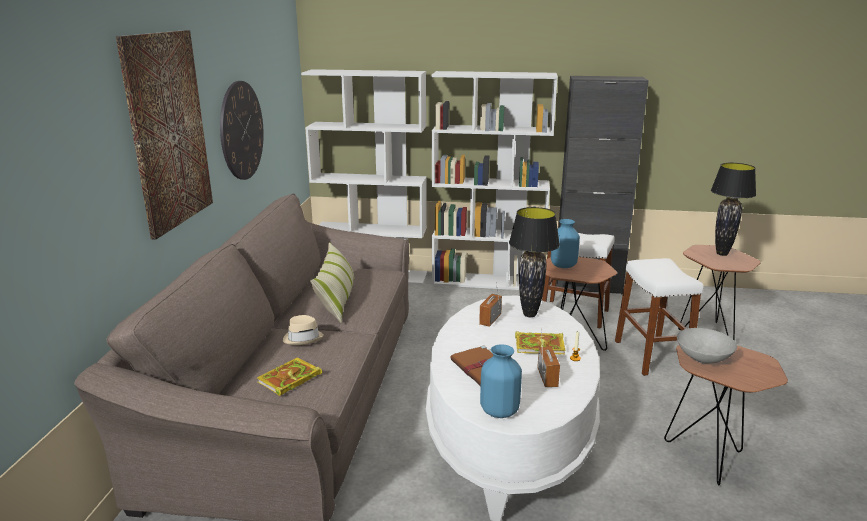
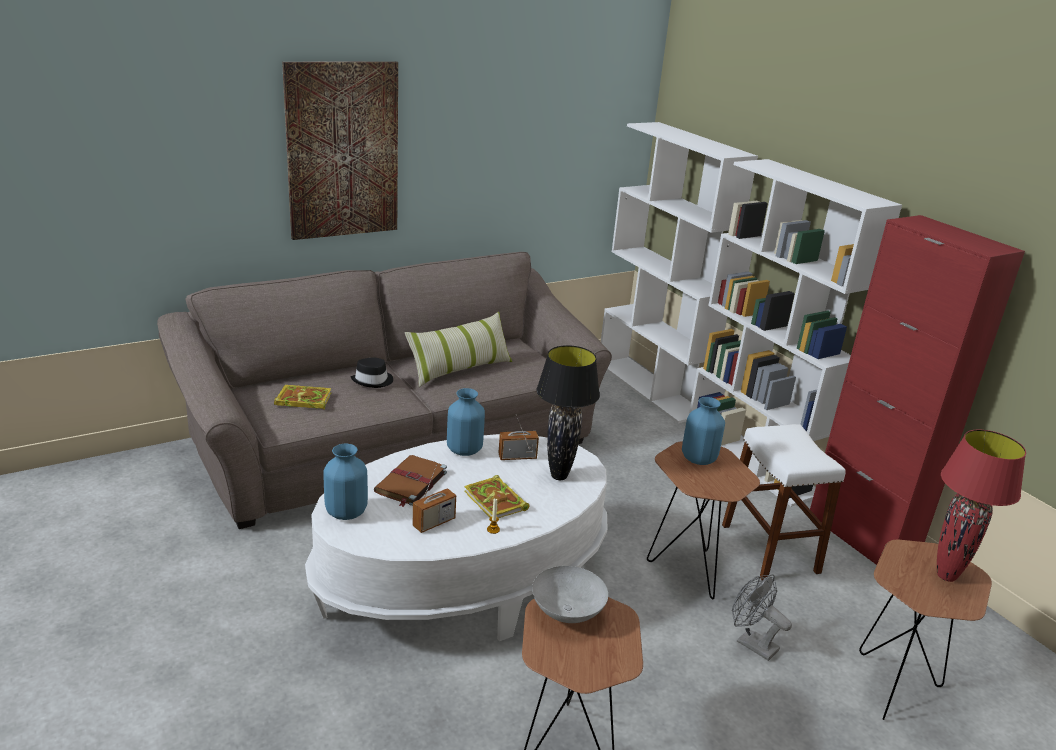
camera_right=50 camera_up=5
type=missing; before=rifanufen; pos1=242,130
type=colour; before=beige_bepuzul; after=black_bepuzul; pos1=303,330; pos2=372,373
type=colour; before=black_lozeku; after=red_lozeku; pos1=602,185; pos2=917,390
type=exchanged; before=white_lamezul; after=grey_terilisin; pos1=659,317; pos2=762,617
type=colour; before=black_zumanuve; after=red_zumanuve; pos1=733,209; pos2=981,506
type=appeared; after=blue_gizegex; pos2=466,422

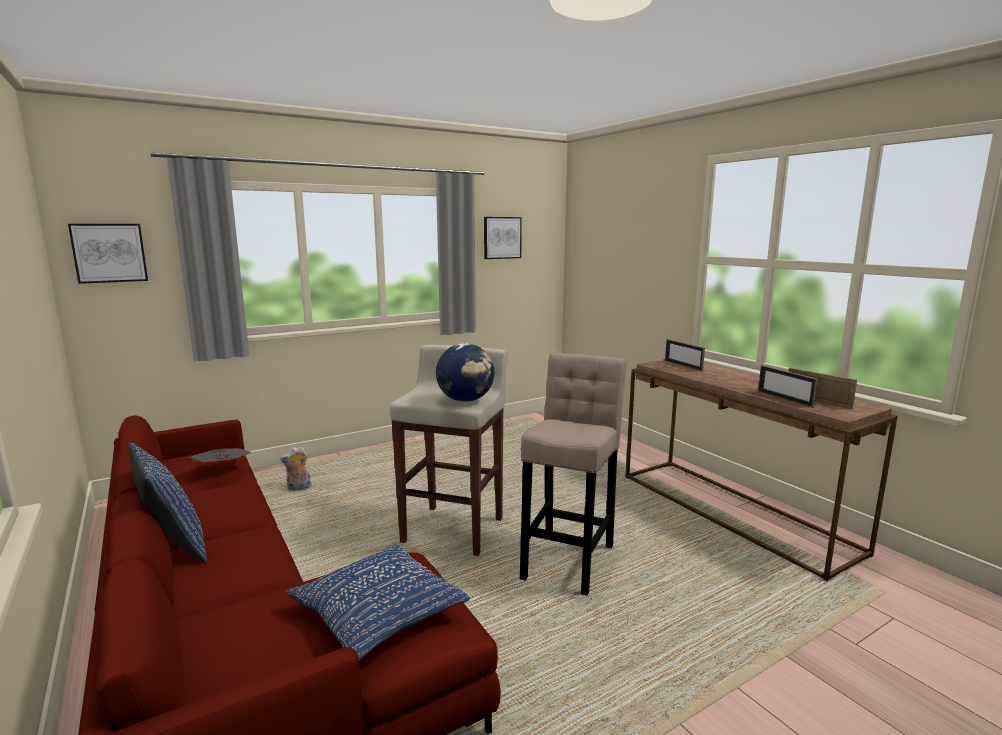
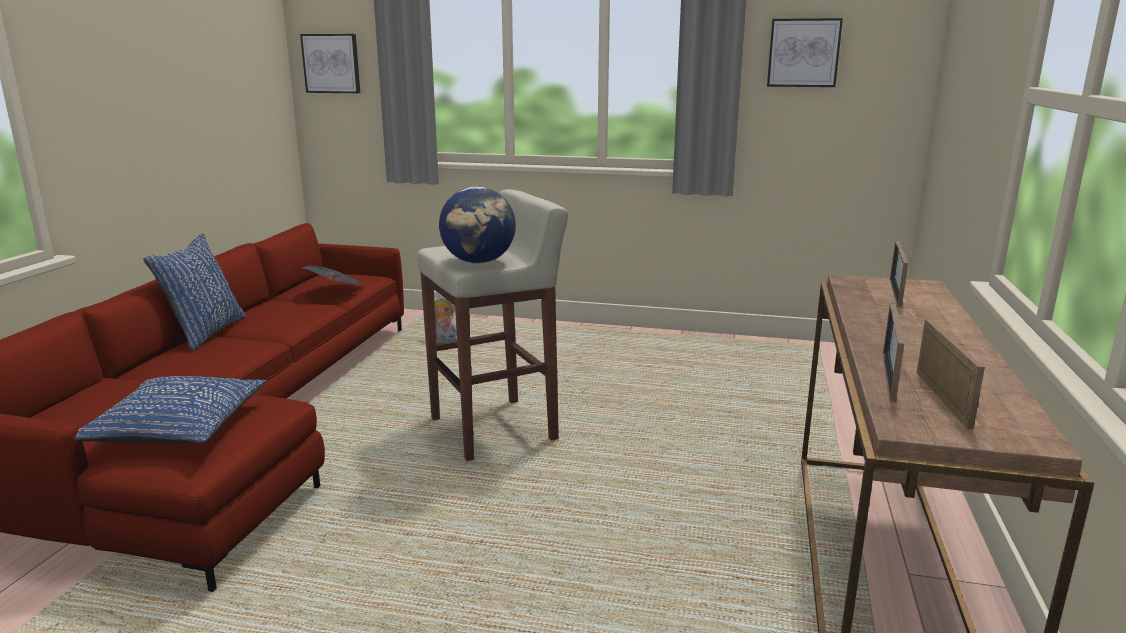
camera_right=45 camera_up=5
type=missing; before=beige_lamezul; pos1=573,474

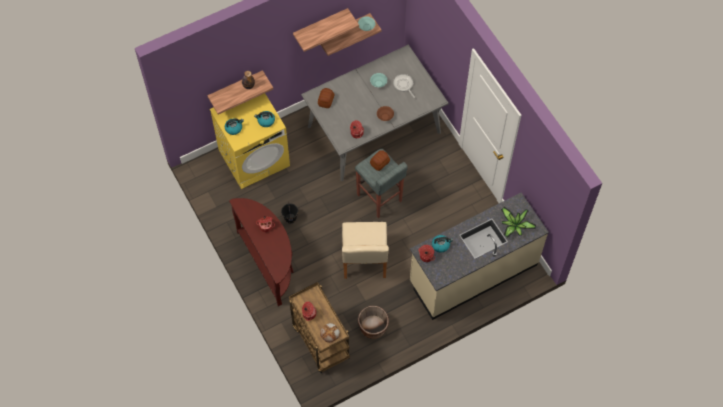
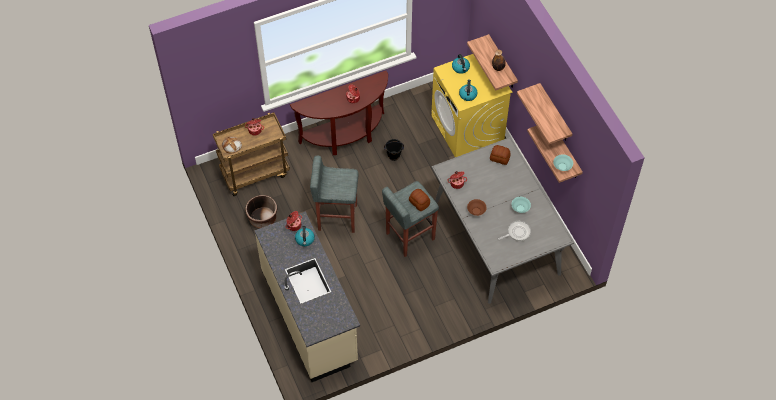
camera_right=95 camera_up=-5
type=exchanged; before=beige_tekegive; after=grey_lamezul; pos1=365,250; pos2=334,194
type=missing; before=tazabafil; pos1=518,222

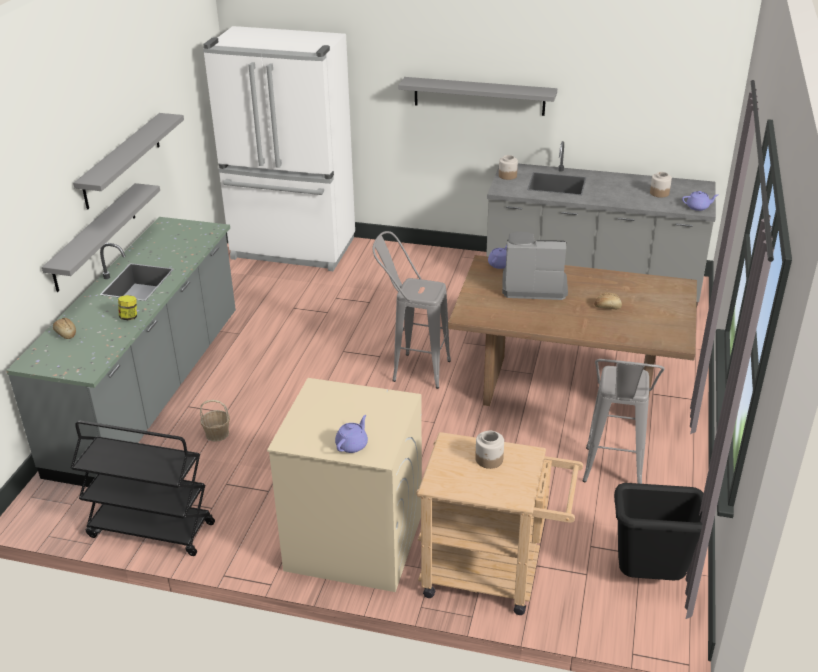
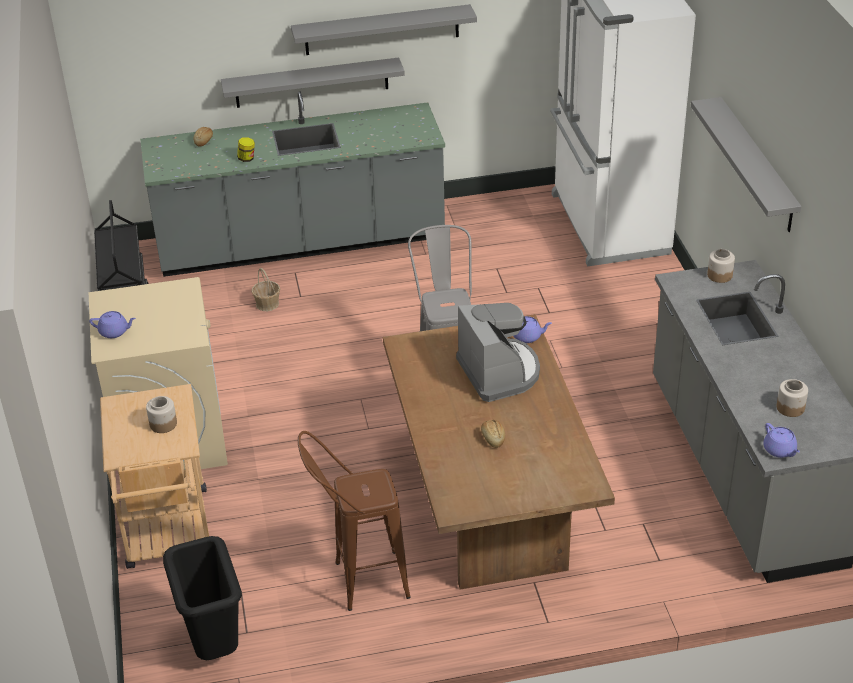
camera_right=65 camera_up=5
type=colour; before=grey_lamezul; after=brown_lamezul; pos1=623,421; pos2=354,521

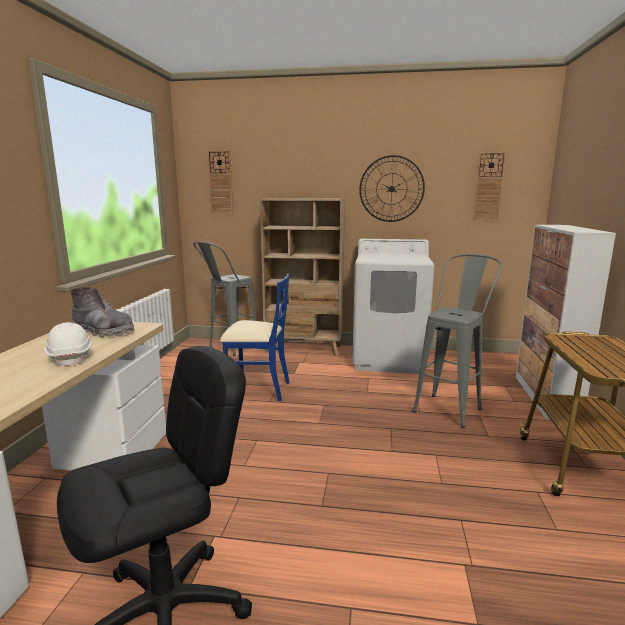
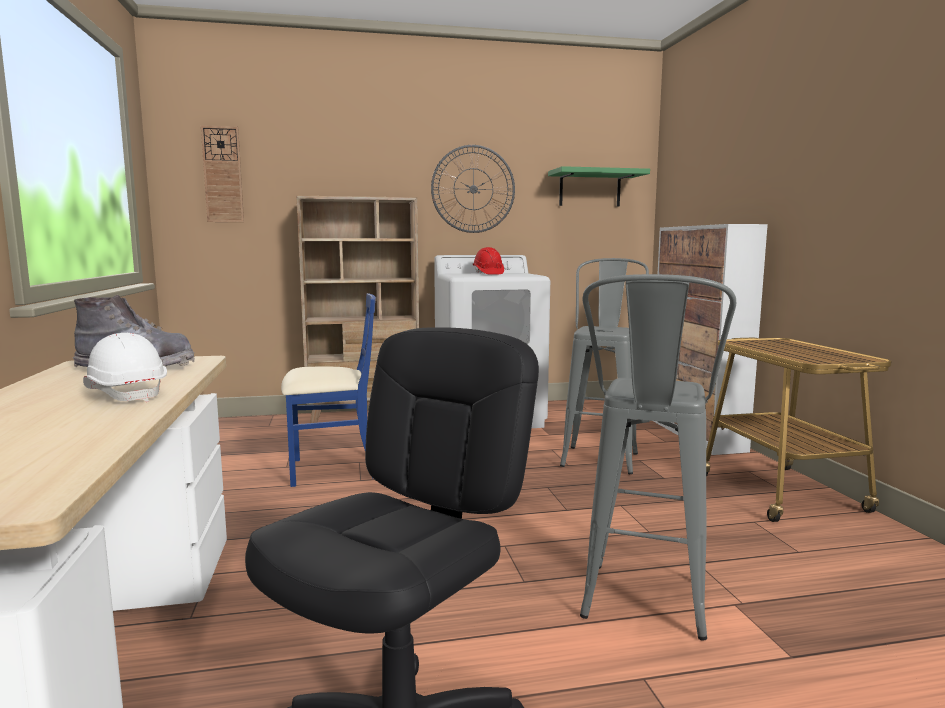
camera_right=-20 camera_up=-5
type=relocated; before=grey_lamezul; pos1=224,298; pos2=658,457
type=exchanged; before=rifanufen; after=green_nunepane; pos1=489,186; pos2=599,186
type=appeared; after=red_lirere; pos2=488,261

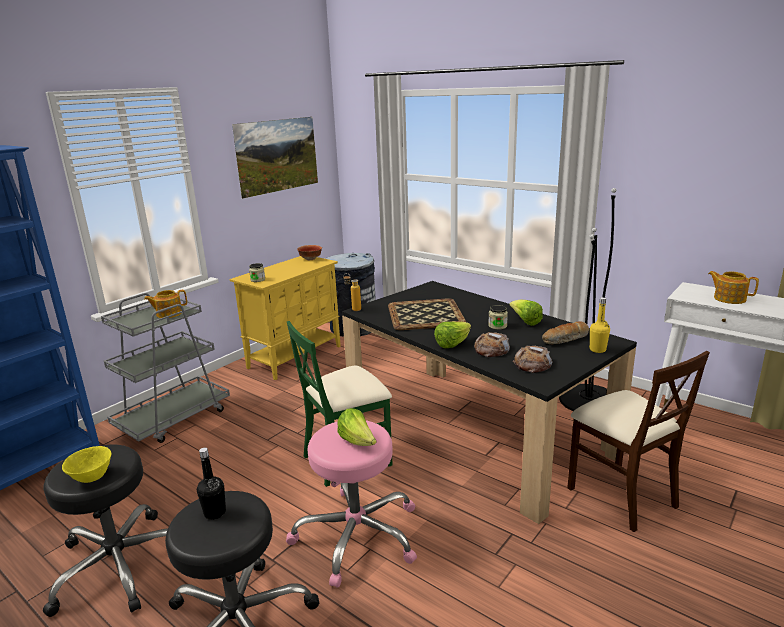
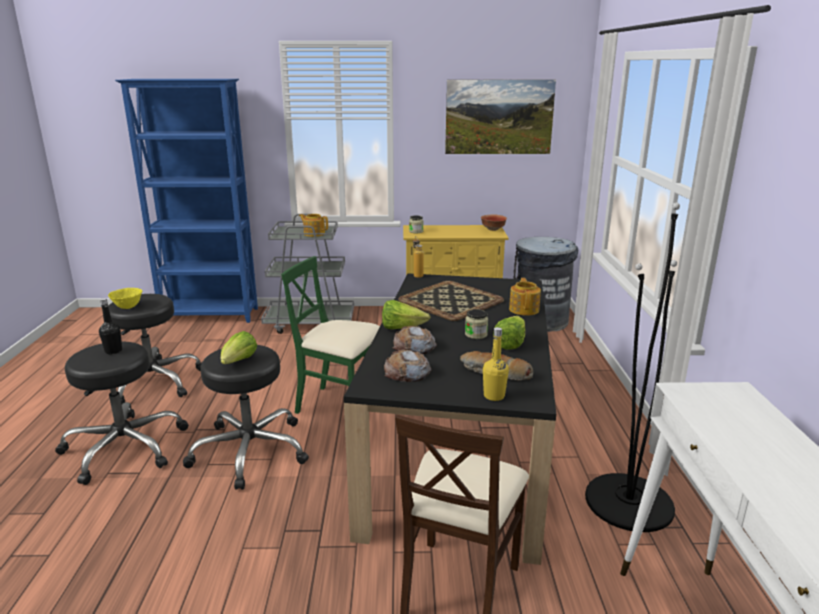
camera_right=50 camera_up=0
type=colour; before=pink_lamezul; after=black_lamezul; pos1=351,504; pos2=246,417
type=relocated; before=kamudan; pos1=733,287; pos2=525,296

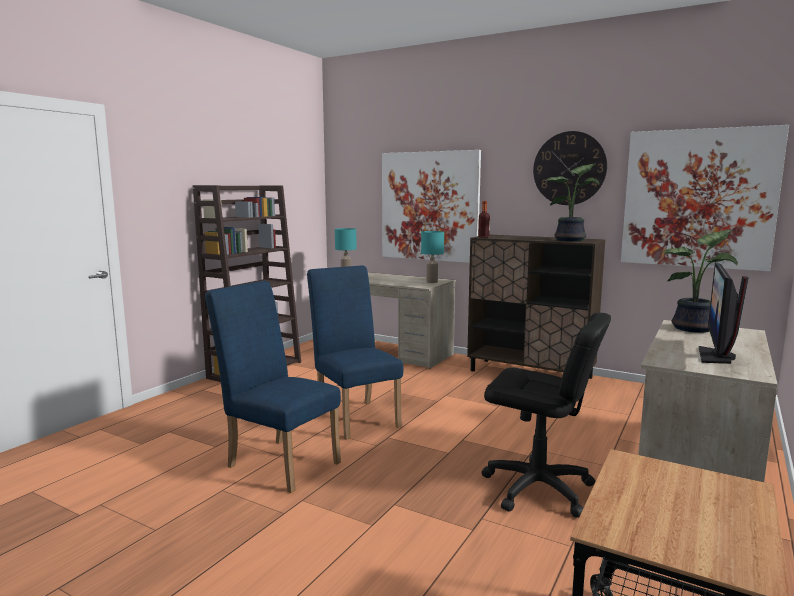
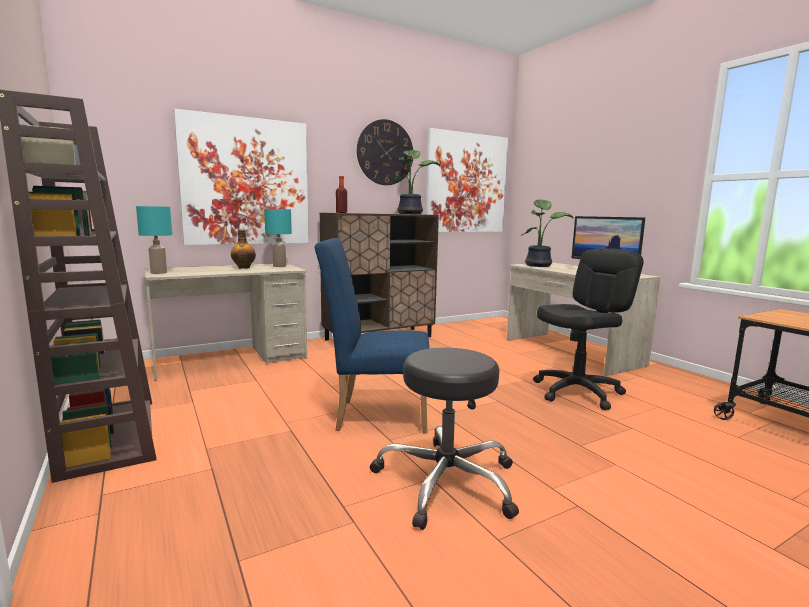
camera_right=-60 camera_up=0
type=exchanged; before=blue_tekegive; after=black_lamezul; pos1=273,387; pos2=444,439
type=appeared; after=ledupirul; pos2=243,249

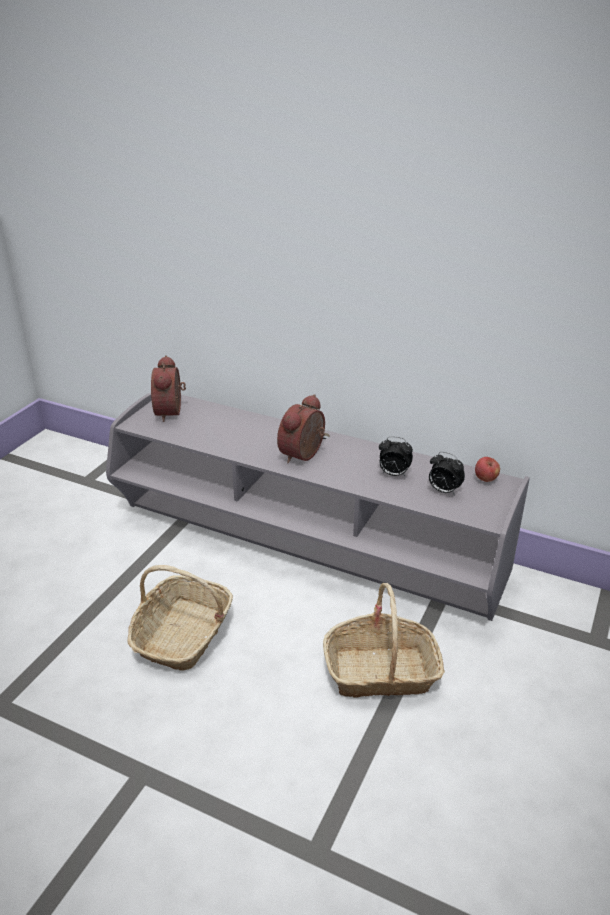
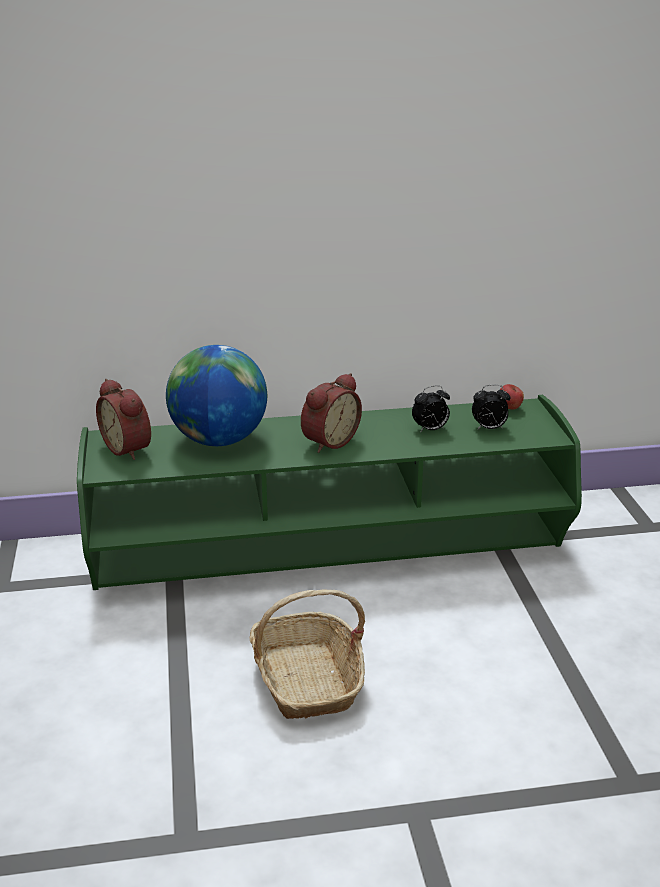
camera_right=-35 camera_up=-5
type=colour; before=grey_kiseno; after=green_kiseno; pos1=318,506; pos2=329,492
type=spun; before=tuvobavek; pos1=301,428; pos2=331,413; turn=-135
type=missing; before=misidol; pos1=384,640
type=appeared; after=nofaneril; pos2=216,395

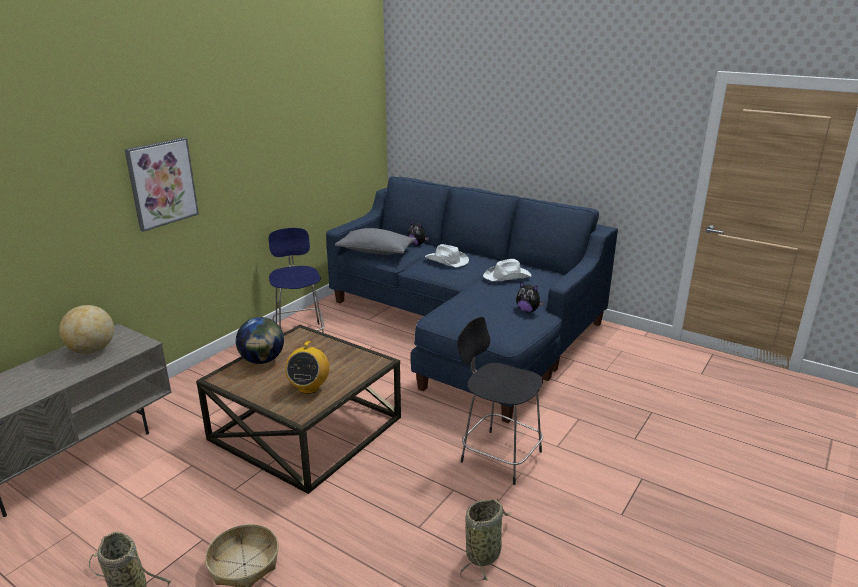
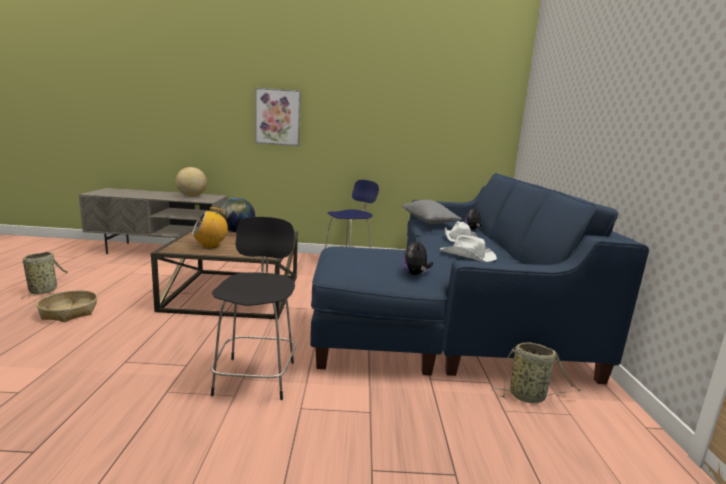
camera_right=55 camera_up=-10
type=relocated; before=misidol; pos1=485,540; pos2=536,372

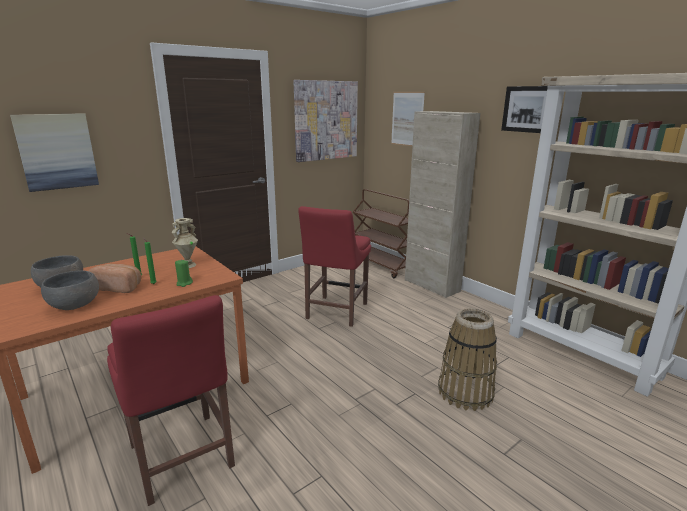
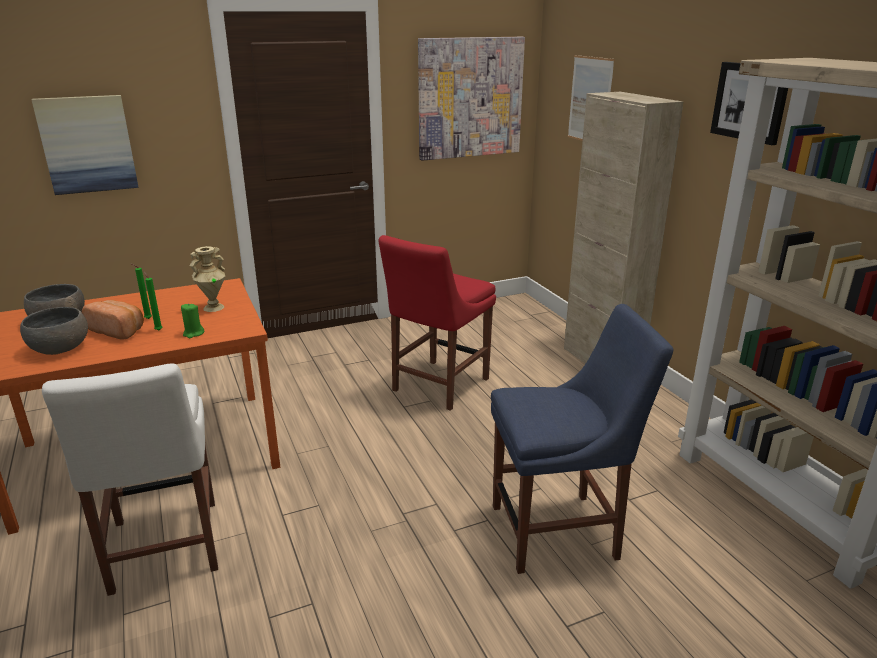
camera_right=15 camera_up=5
type=colour; before=red_tekegive; after=white_tekegive; pos1=171,400; pos2=130,479
type=missing; before=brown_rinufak; pos1=381,233
type=exchanged; before=misidol; after=blue_tekegive; pos1=467,359; pos2=582,439

